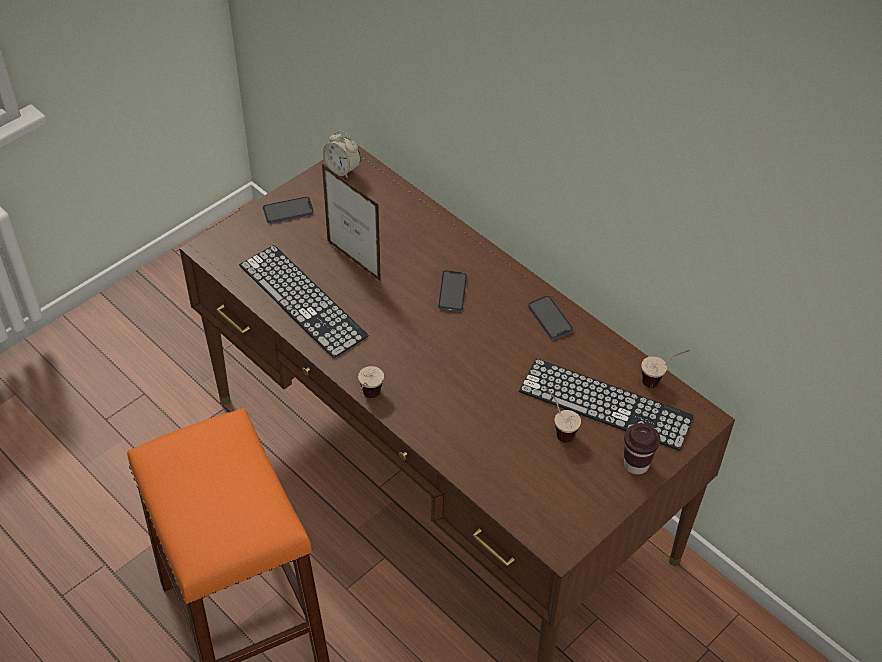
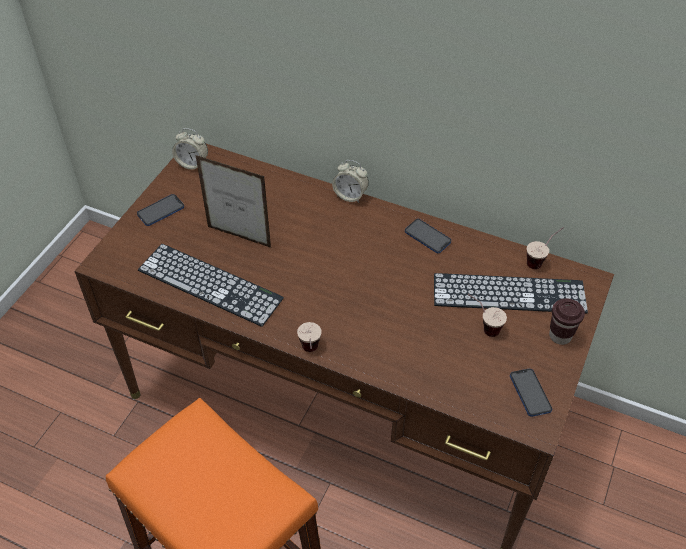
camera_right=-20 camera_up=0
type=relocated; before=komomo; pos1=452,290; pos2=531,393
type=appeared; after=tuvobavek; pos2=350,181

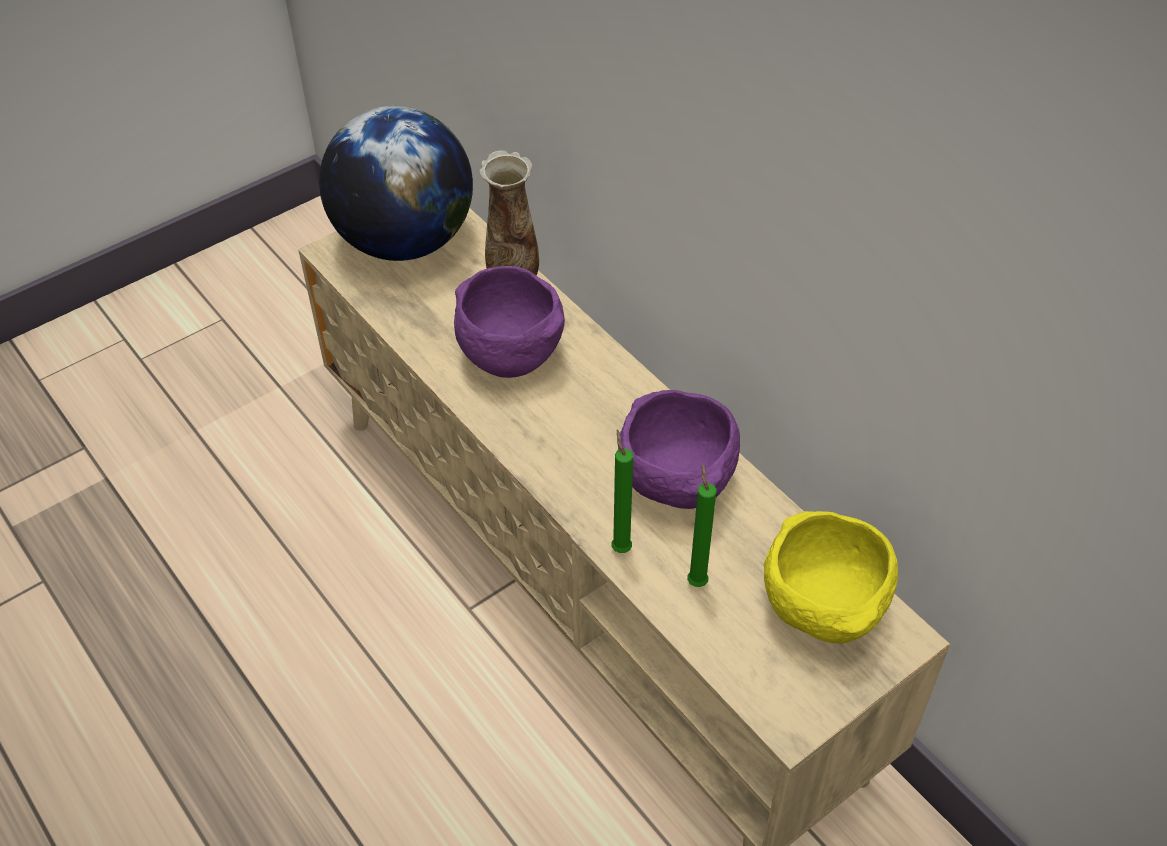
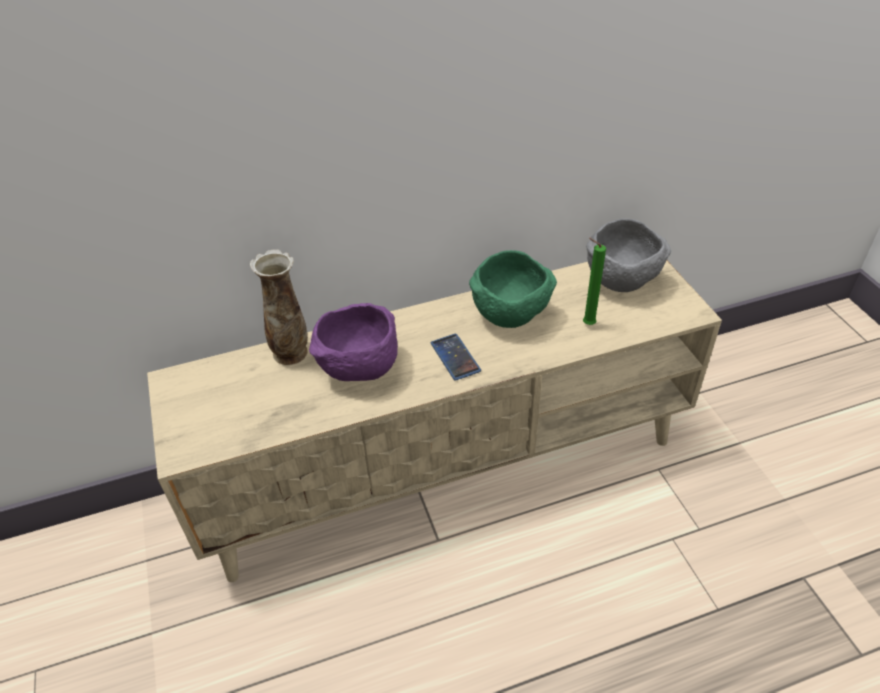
camera_right=-70 camera_up=-5
type=missing; before=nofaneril; pos1=396,183
type=missing; before=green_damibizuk; pos1=622,491
type=colour; before=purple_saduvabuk; after=green_saduvabuk; pos1=679,449; pos2=513,289
type=colour; before=yellow_saduvabuk; after=grey_saduvabuk; pos1=831,577; pos2=628,255
type=appeared; after=komomo; pos2=456,357

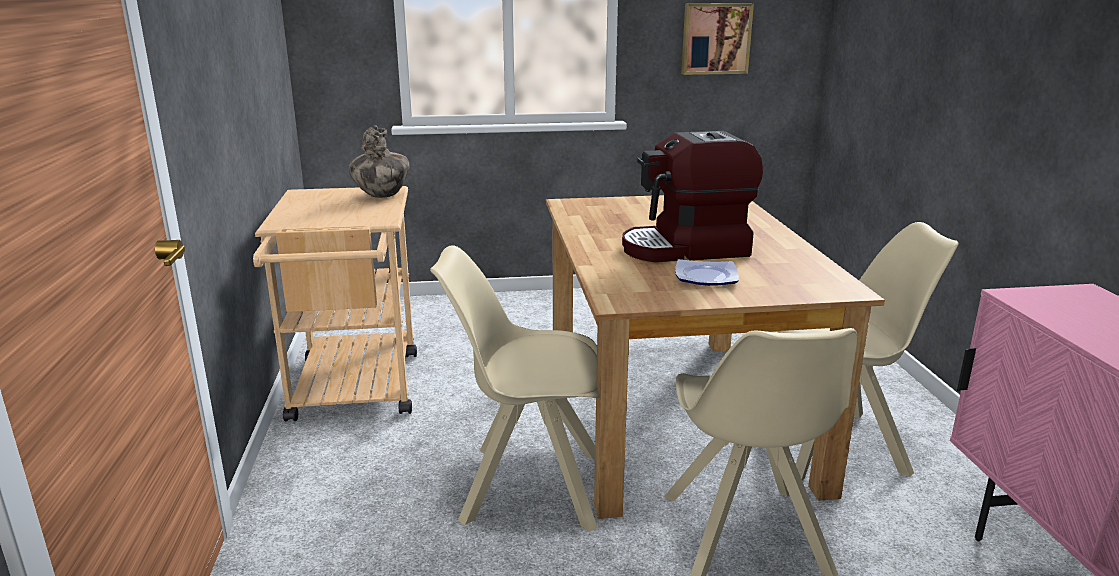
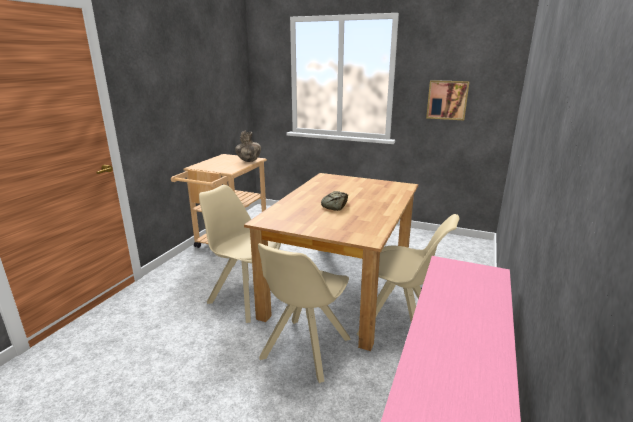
camera_right=30 camera_up=0
type=exchanged; before=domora; after=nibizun; pos1=692,196; pos2=334,201
type=missing; before=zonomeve; pos1=707,272

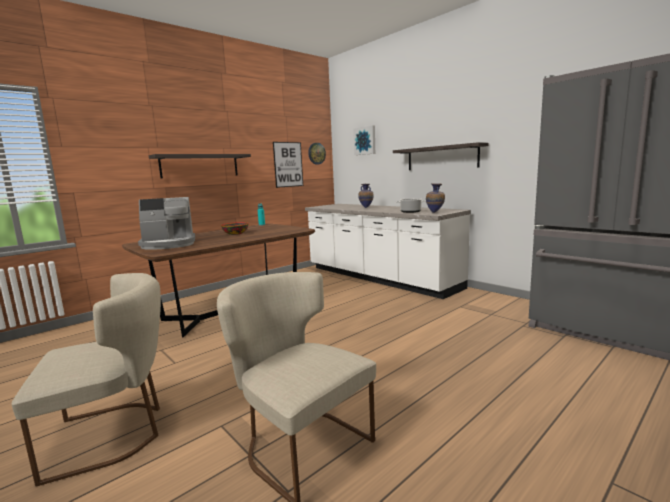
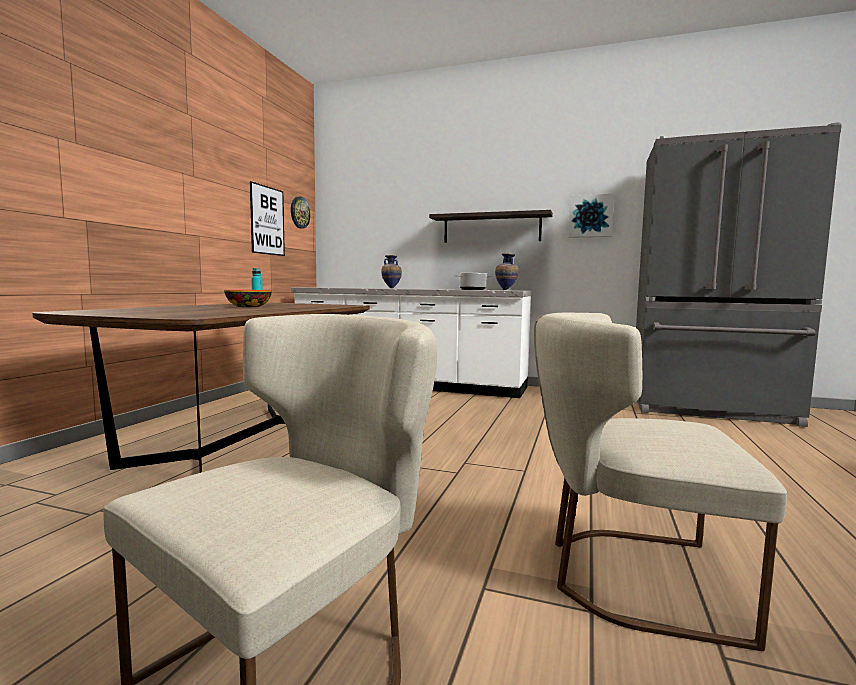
camera_right=-30 camera_up=-5
type=missing; before=domora; pos1=166,223
type=missing; before=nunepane; pos1=200,166
type=relocated; before=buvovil; pos1=364,140; pos2=591,216

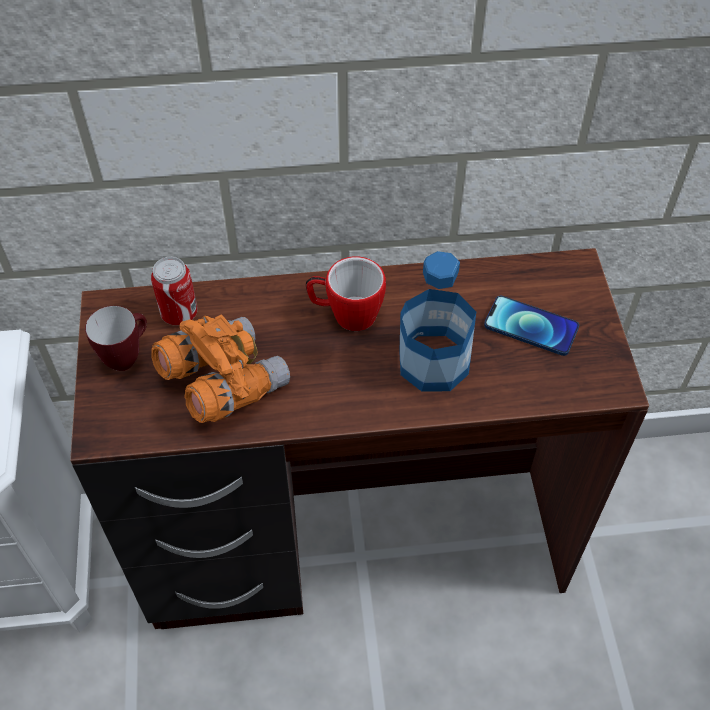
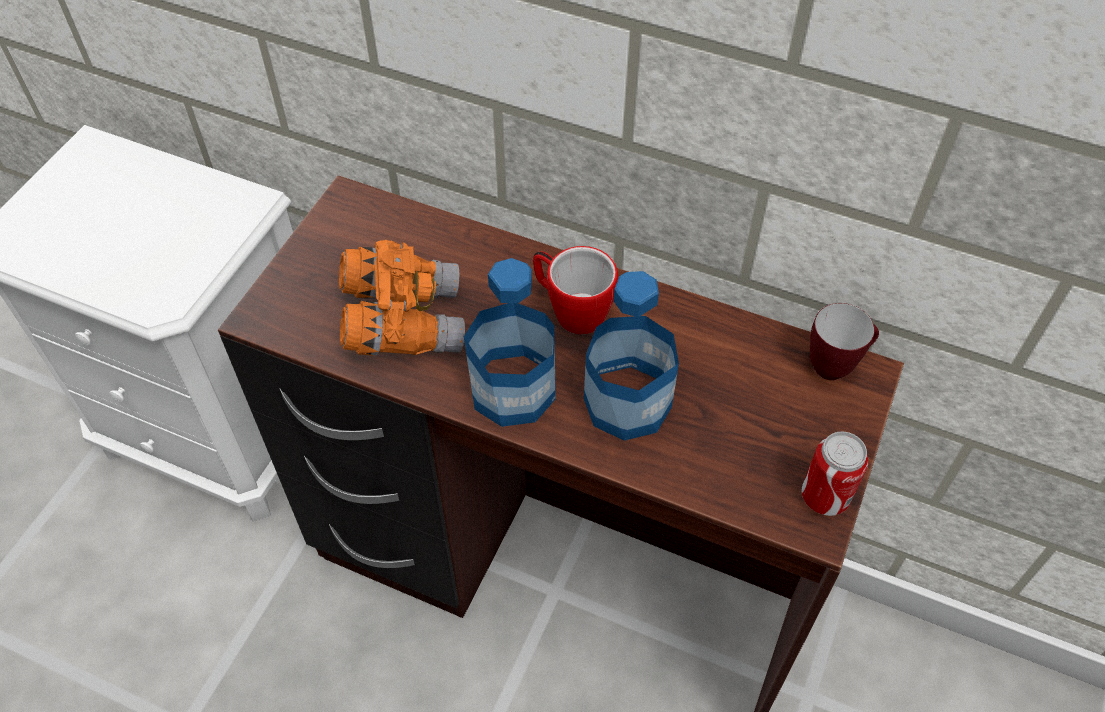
camera_right=30 camera_up=0
type=relocated; before=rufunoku; pos1=116,338; pos2=844,341
type=relocated; before=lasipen; pos1=174,291; pos2=835,474
type=missing; before=komomo; pos1=531,326
type=appeared; after=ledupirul; pos2=510,342

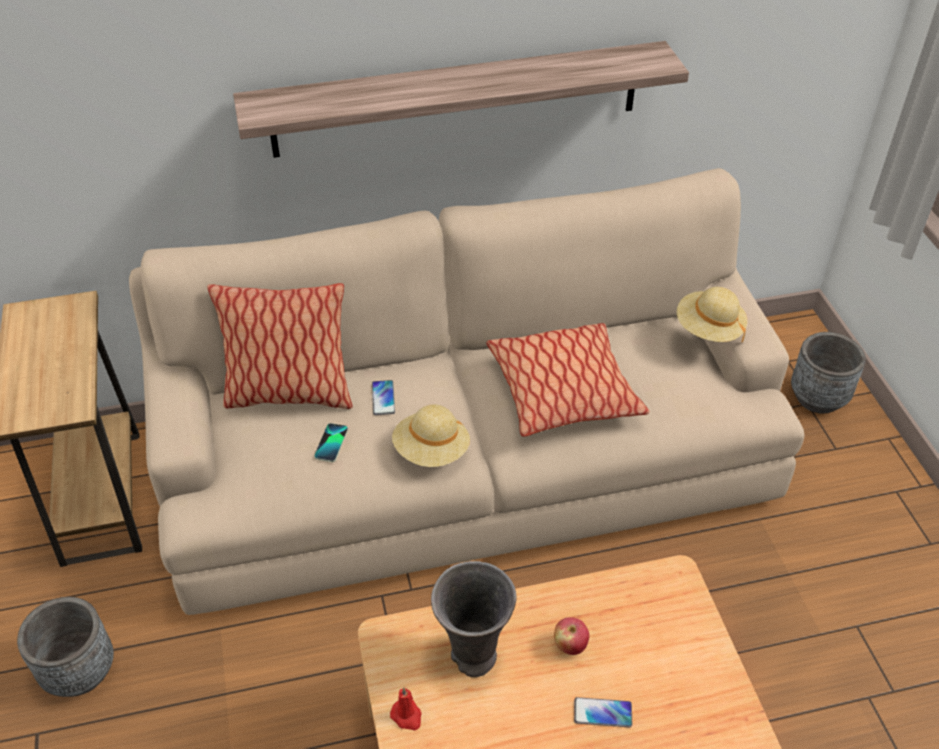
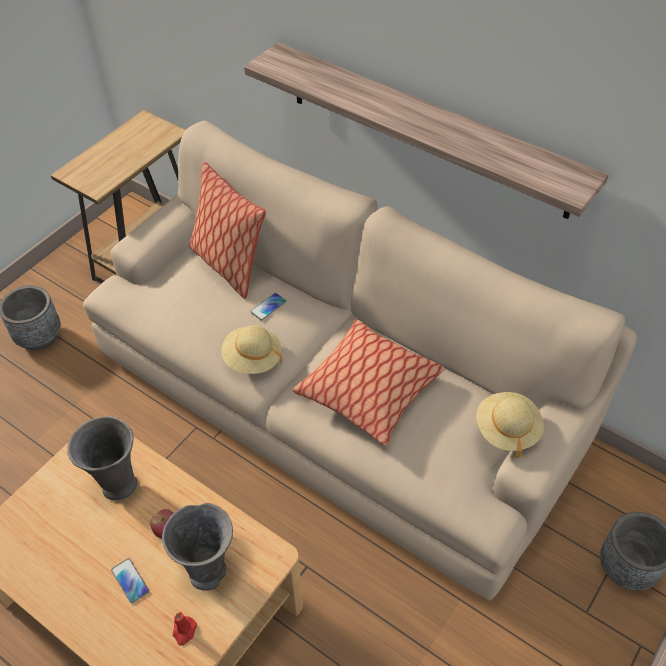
camera_right=50 camera_up=5
type=missing; before=komomo; pos1=331,442
type=relocated; before=red_damibizuk; pos1=406,708; pos2=185,629
type=appeared; after=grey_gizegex; pos2=197,547

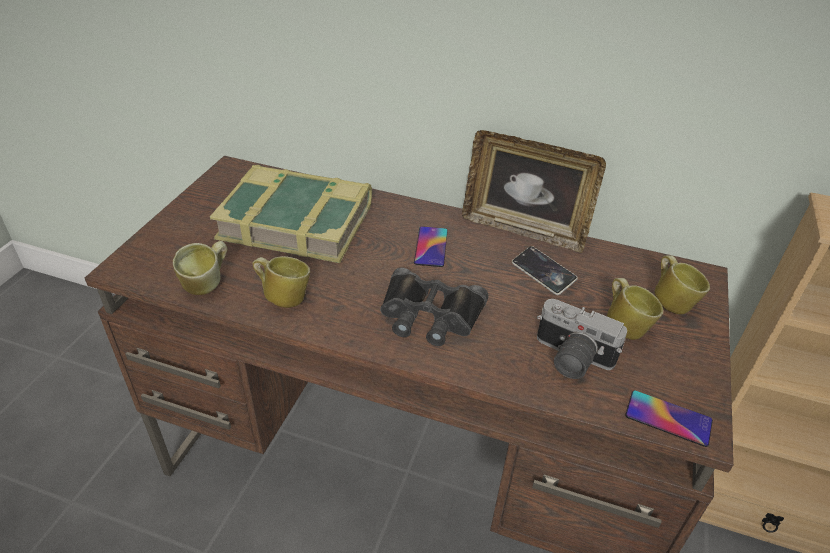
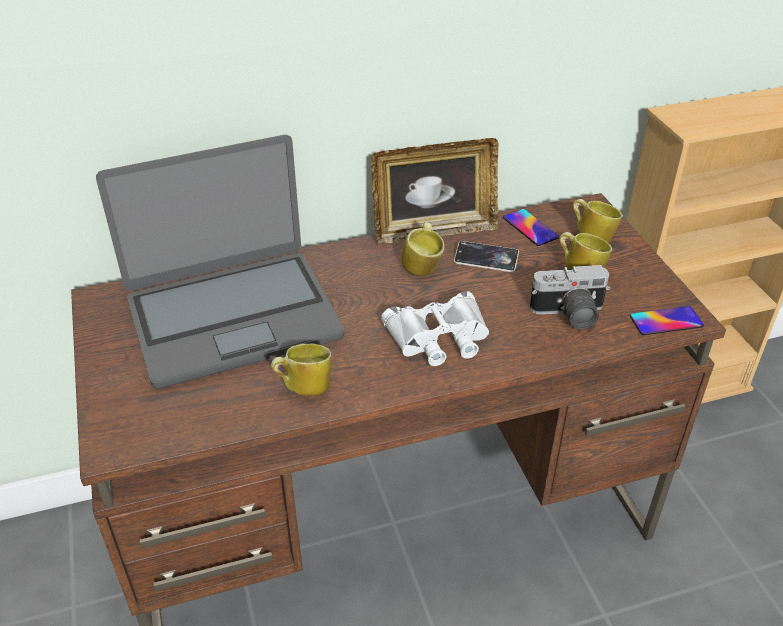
camera_right=-35 camera_up=0
type=relocated; before=rufunoku; pos1=200,268; pos2=423,249
type=exchanged; before=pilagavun; after=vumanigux; pos1=291,214; pos2=220,262
type=colour; before=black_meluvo; after=white_meluvo; pos1=434,307; pos2=435,328
type=relocated; before=komomo; pos1=431,246; pos2=531,227

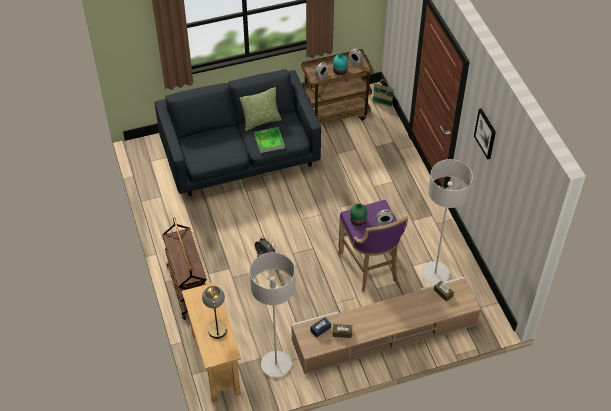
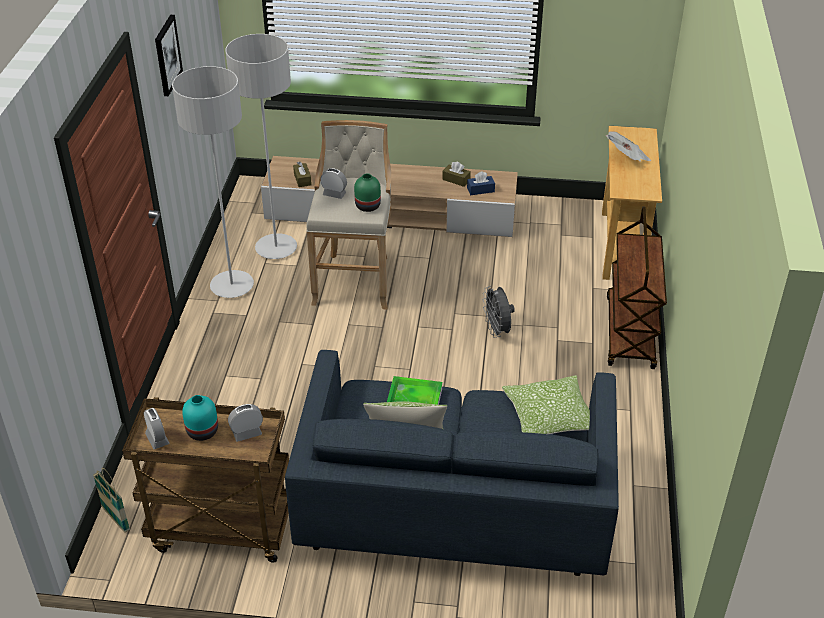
camera_right=-155 camera_up=-10
type=exchanged; before=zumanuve; after=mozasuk; pos1=214,312; pos2=628,146
type=relocated; before=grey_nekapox; pos1=272,314; pos2=213,182
type=colour; before=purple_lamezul; after=beige_lamezul; pos1=373,246; pos2=348,215
type=appeared; after=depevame; pos2=546,404

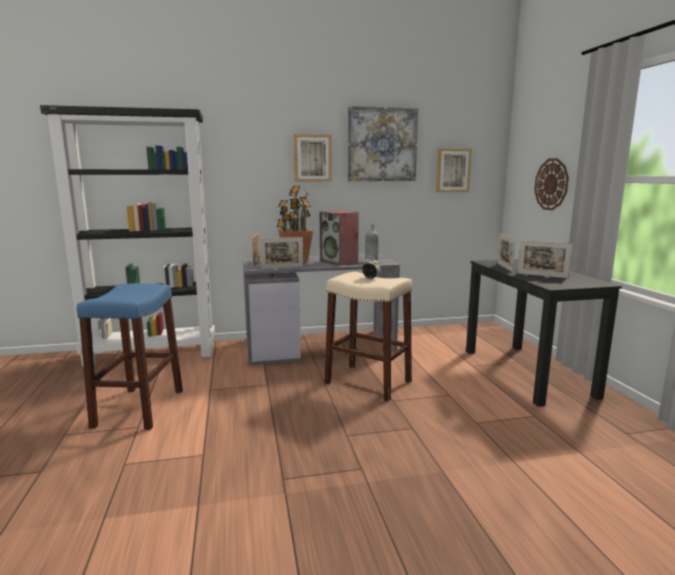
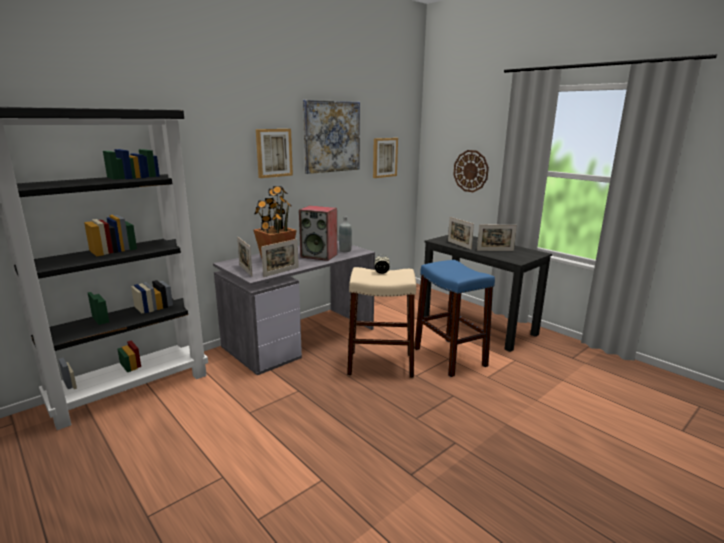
camera_right=-30 camera_up=5
type=relocated; before=blue_lamezul; pos1=130,356; pos2=454,318

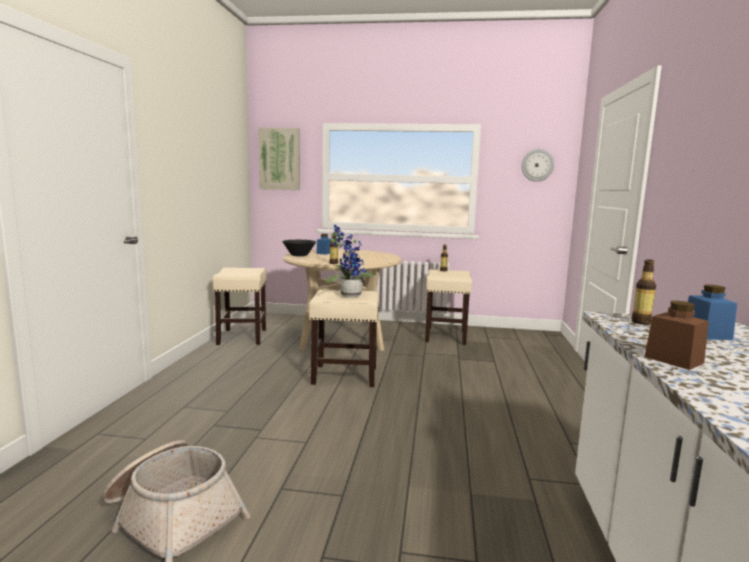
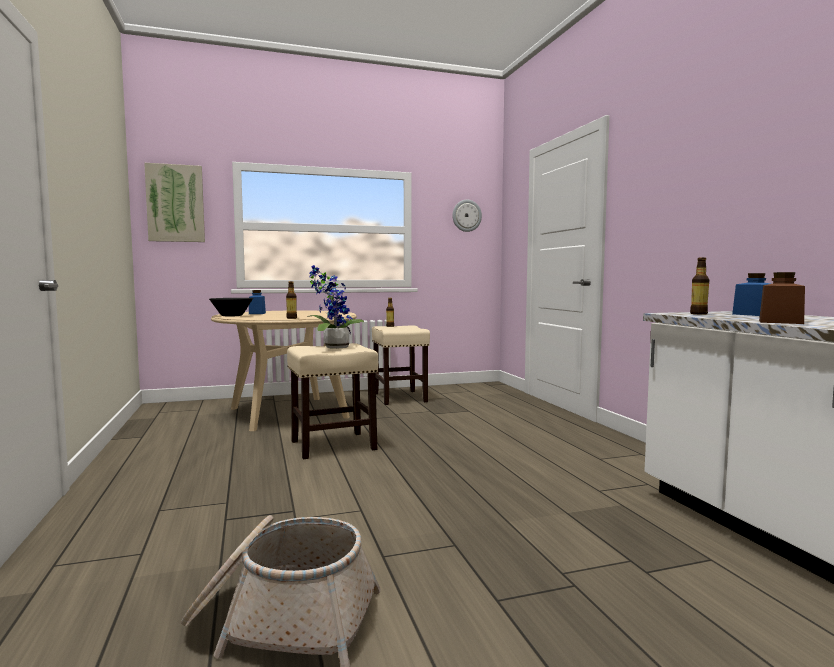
camera_right=-25 camera_up=-5
type=missing; before=beige_lamezul; pos1=239,306

